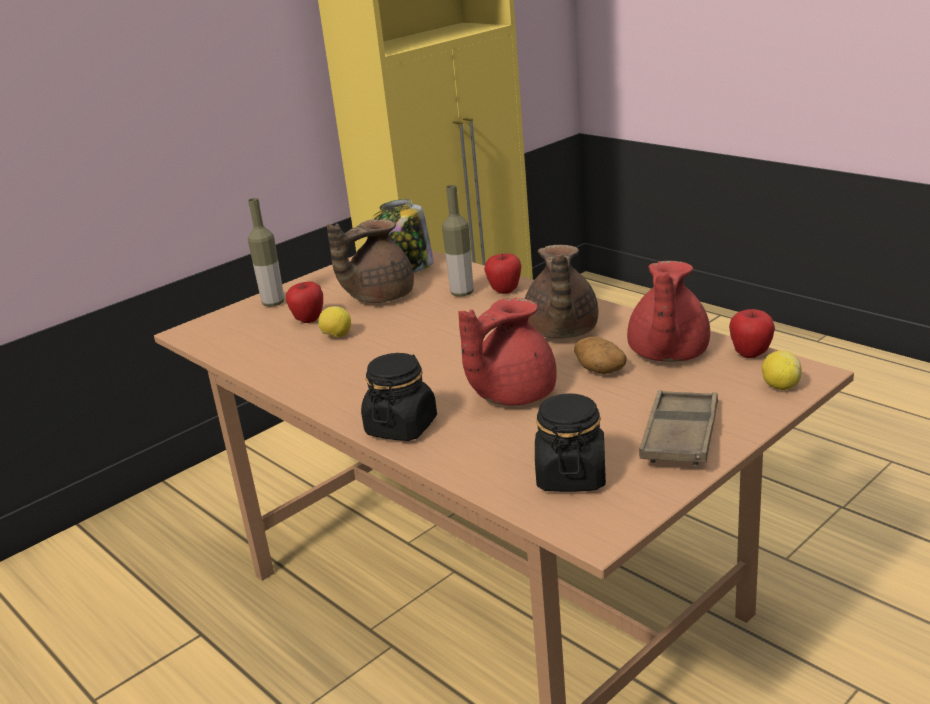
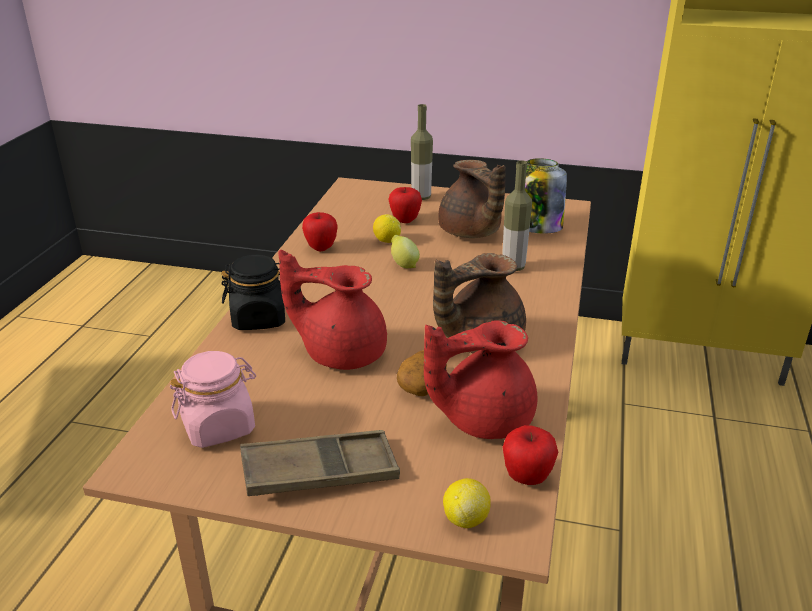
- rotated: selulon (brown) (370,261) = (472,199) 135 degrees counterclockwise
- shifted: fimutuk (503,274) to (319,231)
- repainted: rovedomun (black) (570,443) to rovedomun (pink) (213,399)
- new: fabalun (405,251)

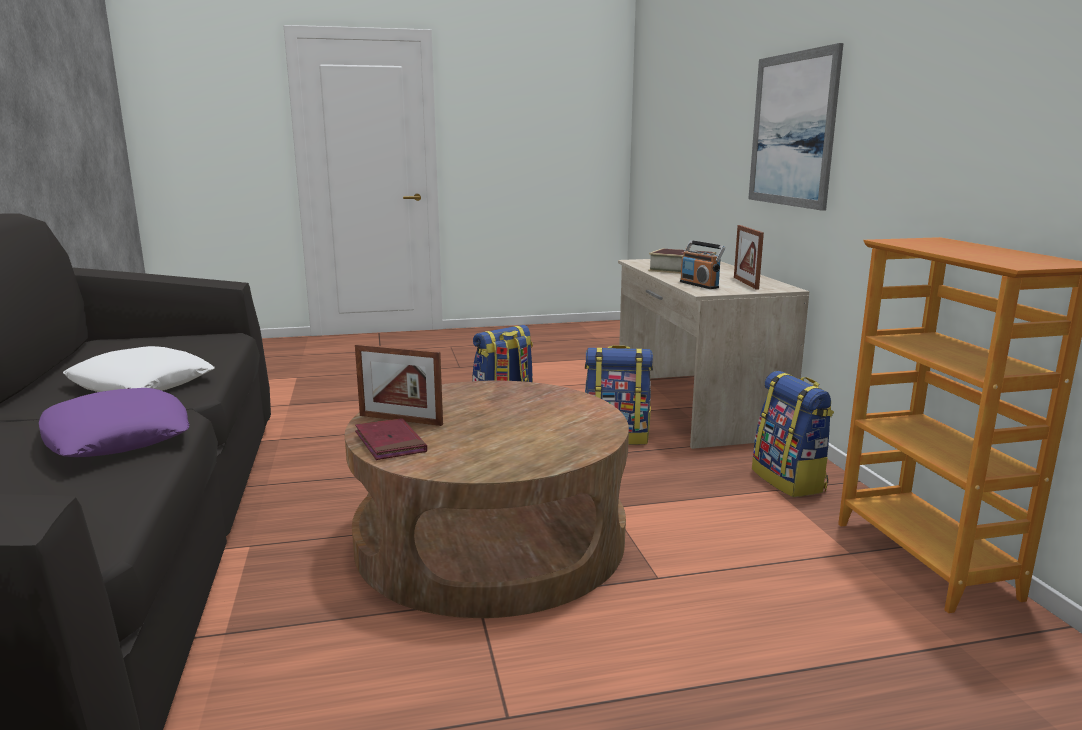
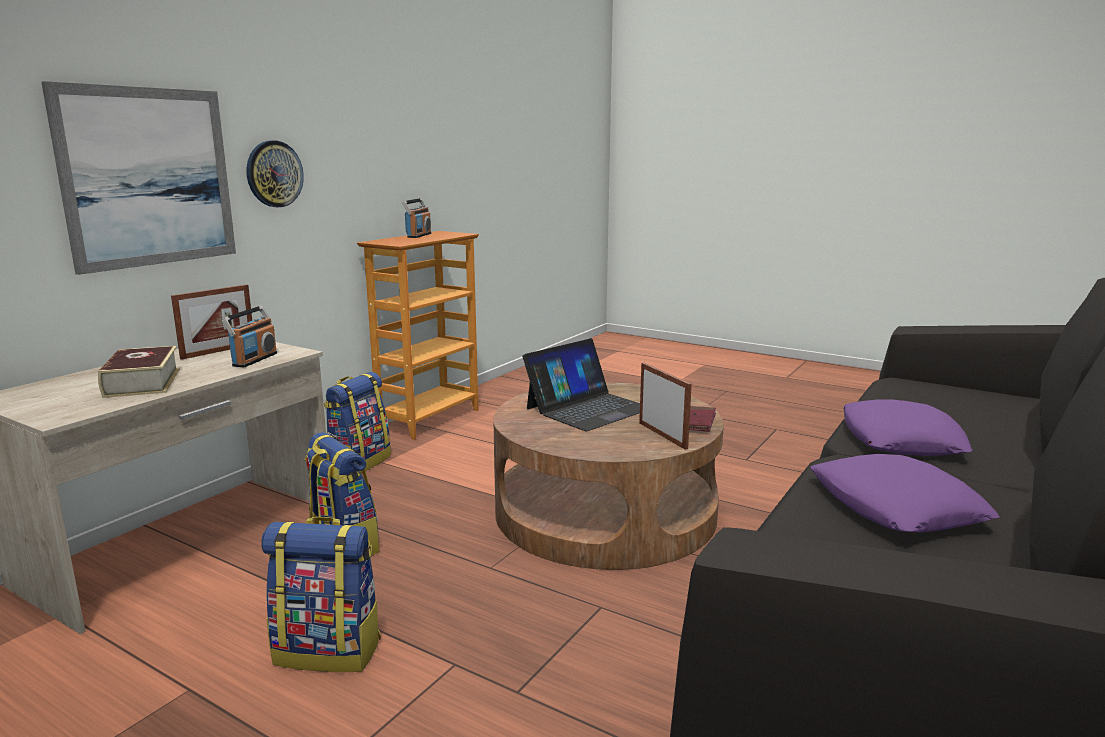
- repainted: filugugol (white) (138,369) to filugugol (purple) (905,493)
- new: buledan (275,174)
- new: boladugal (416,218)
- new: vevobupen (581,384)

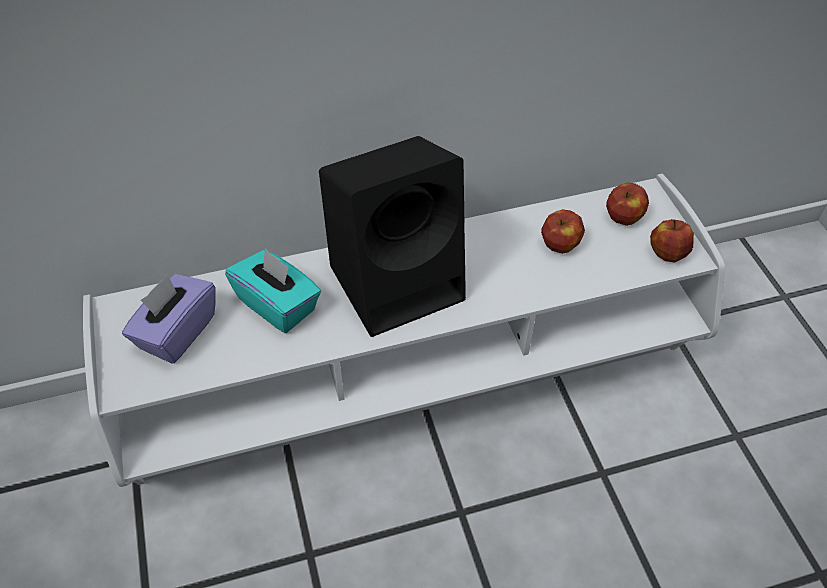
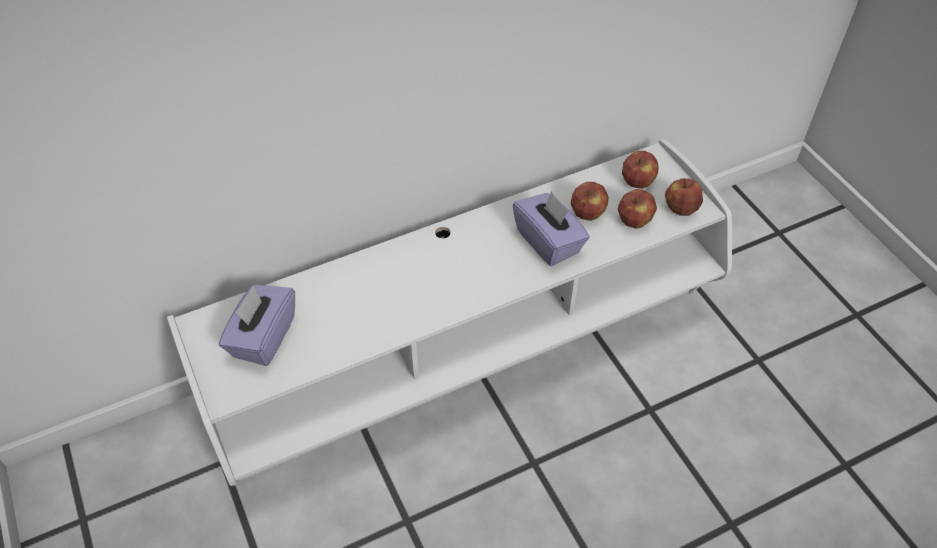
- gone: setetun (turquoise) (273,290)
- gone: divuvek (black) (392,236)
- new: setetun (purple) (551,228)
- new: fimutuk (637,209)

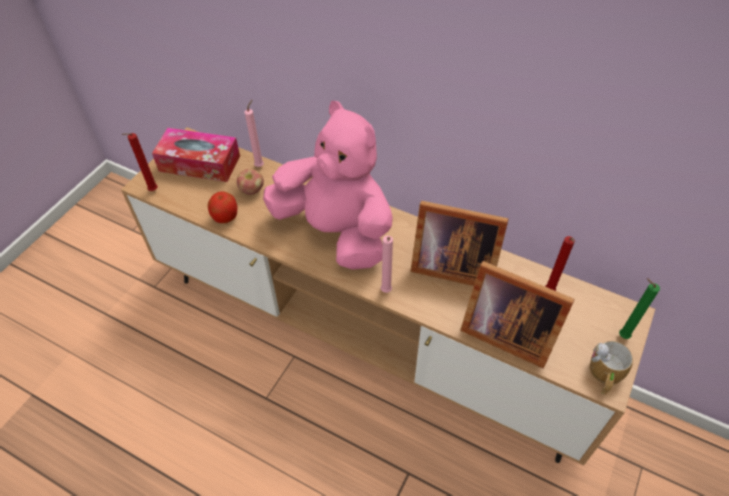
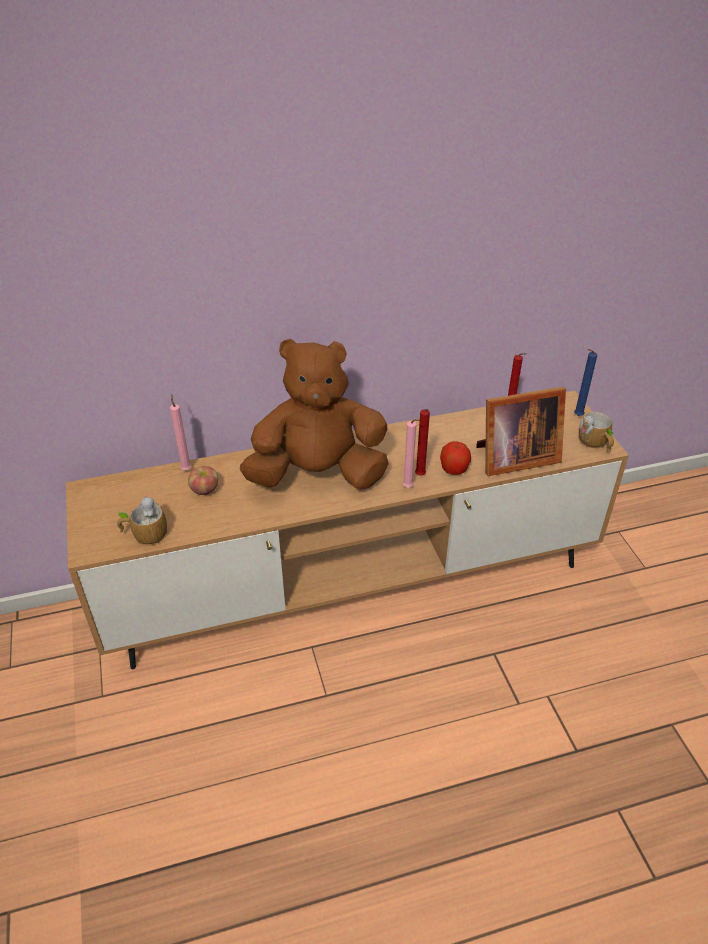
- shifted: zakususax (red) (140,162) to (422,442)
- gone: setetun (196,155)
- shifted: fimutuk (222,207) to (455,458)
- repainted: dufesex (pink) (328,185) to dufesex (brown) (314,414)
- gone: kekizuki (459,243)
- repainted: zakususax (green) (639,308) to zakususax (blue) (585,382)
- new: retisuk (142,520)

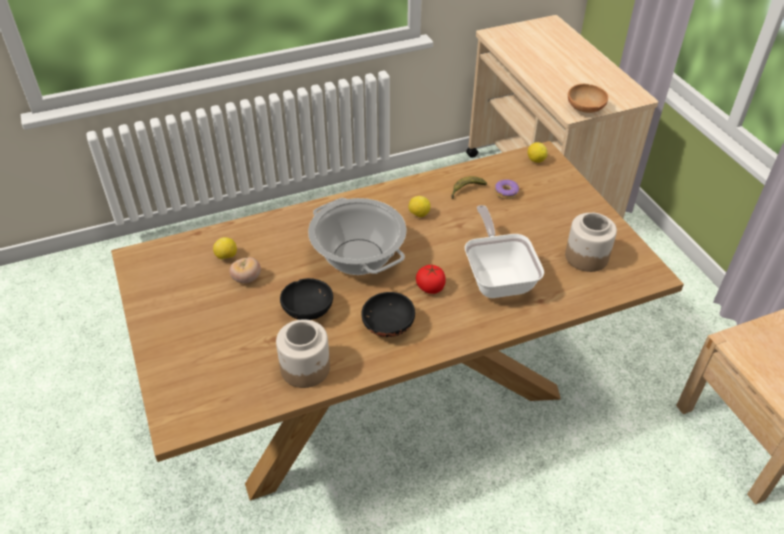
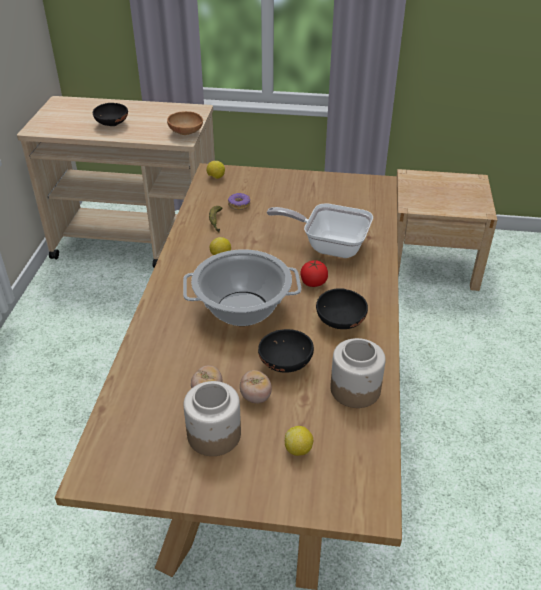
- shifted: fabalun (225,248) to (299,441)
- shifted: rovedomun (591,242) to (212,418)
- new: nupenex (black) (110,114)
- new: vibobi (256,387)

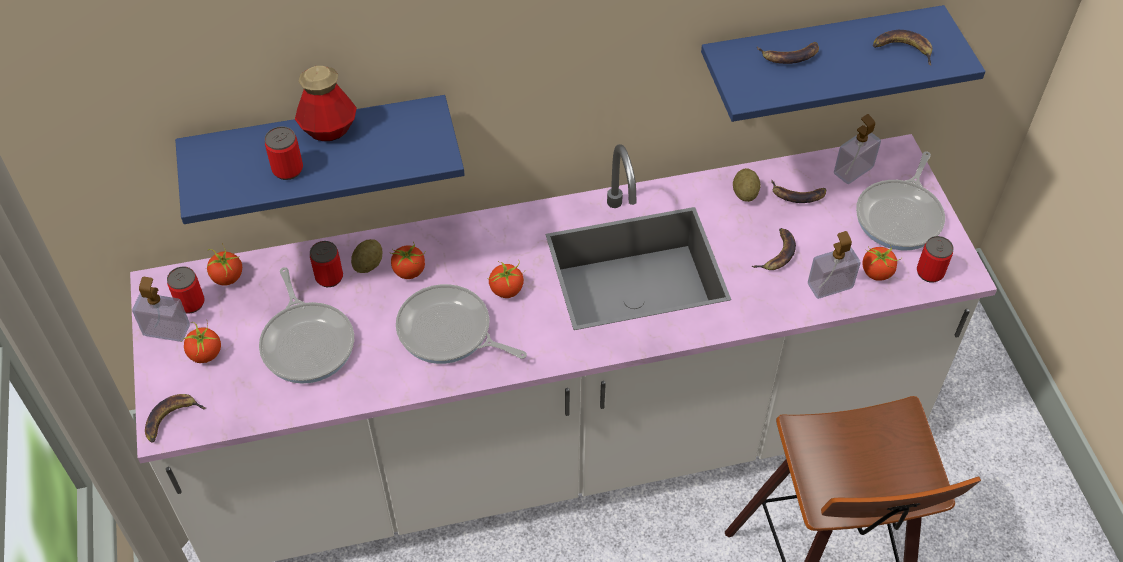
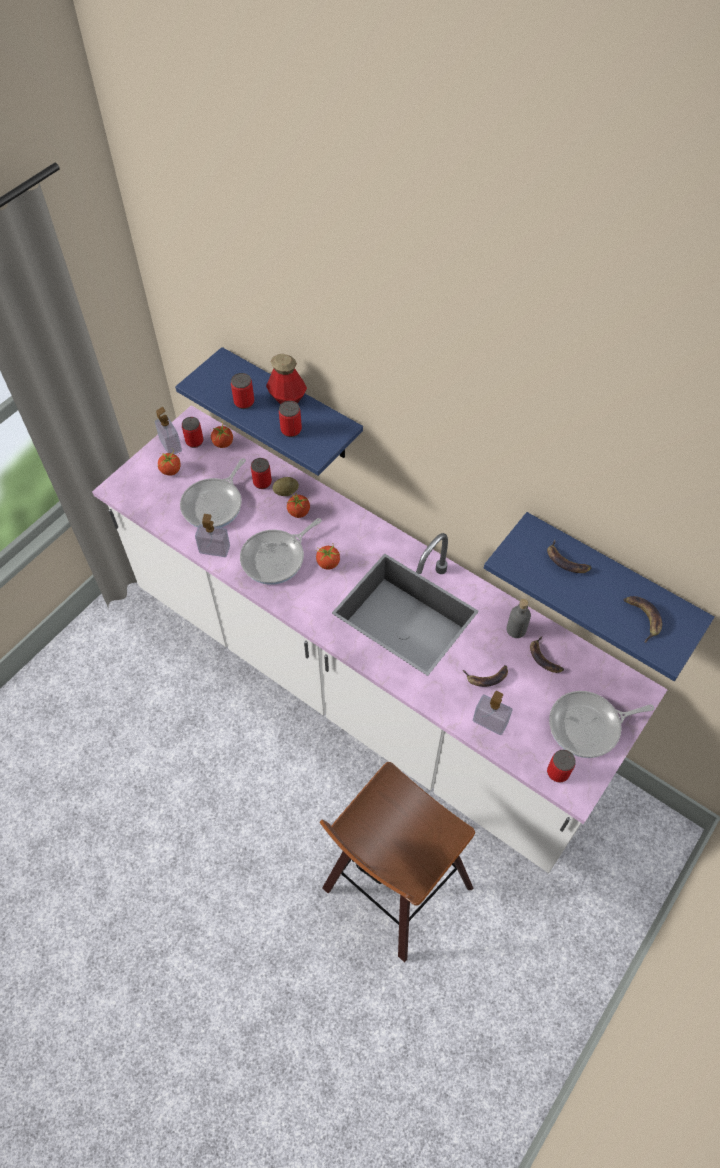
- gone: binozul (175,418)
- rotated: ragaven (461,324) = (281,551) 120 degrees counterclockwise
- swapped: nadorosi (747,185) to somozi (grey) (519,618)
- shifted: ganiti (857,149) to (212,535)
- gone: vibobi (882,263)
- new: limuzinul (290,419)

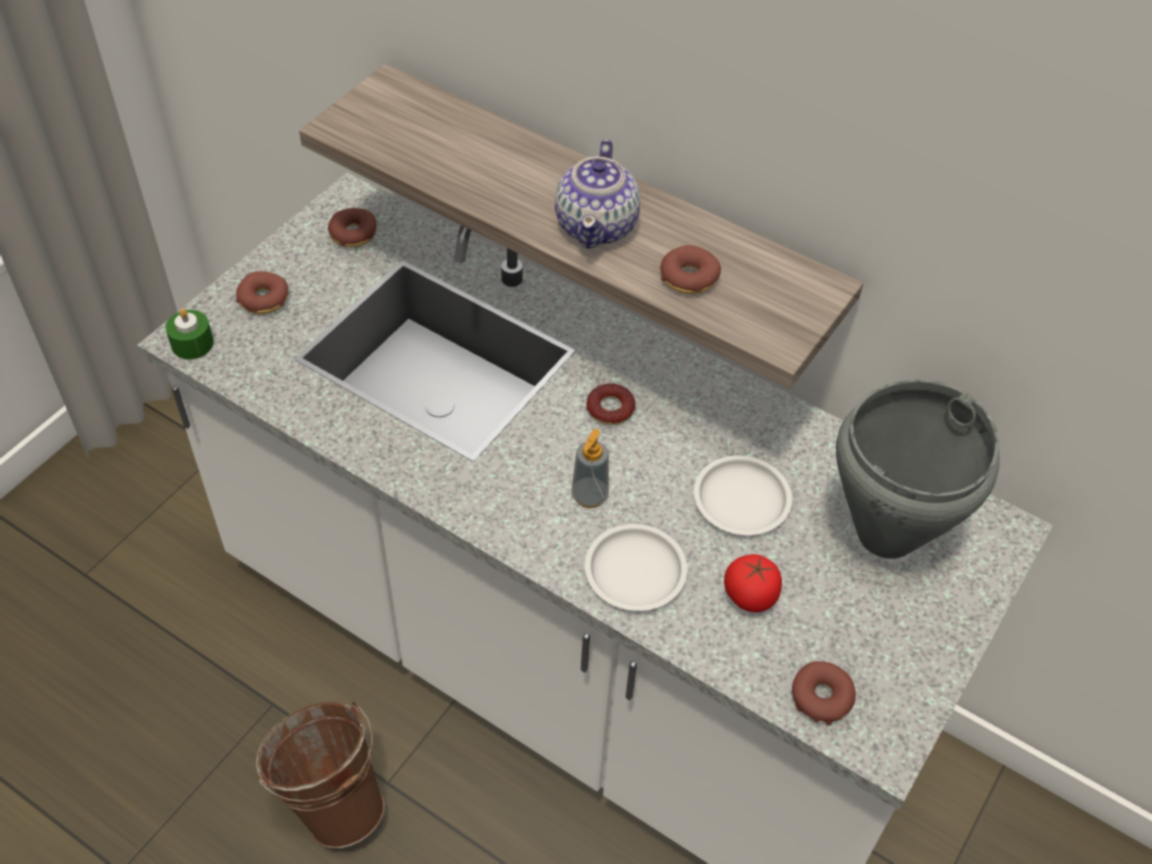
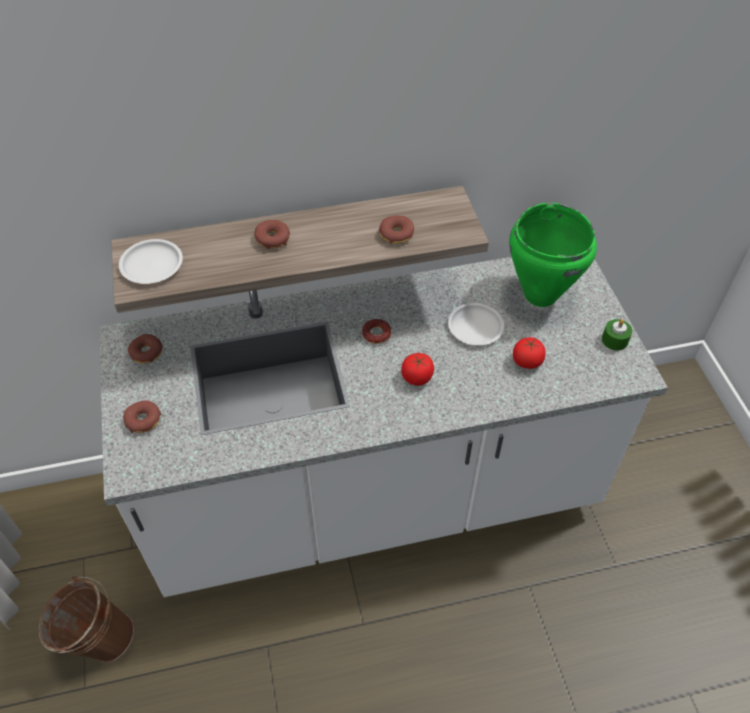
- shifted: zakususax (green) (189,333) to (617,335)
- shifted: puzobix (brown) (320,774) to (86,619)
- gone: selulon (597,194)
- swapped: ganiti (590,468) to vibobi (417,369)
- shifted: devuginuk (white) (636,567) to (151,261)
- shifted: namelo (824,693) to (272,234)
- repainted: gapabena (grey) (918,469) to gapabena (green) (553,255)

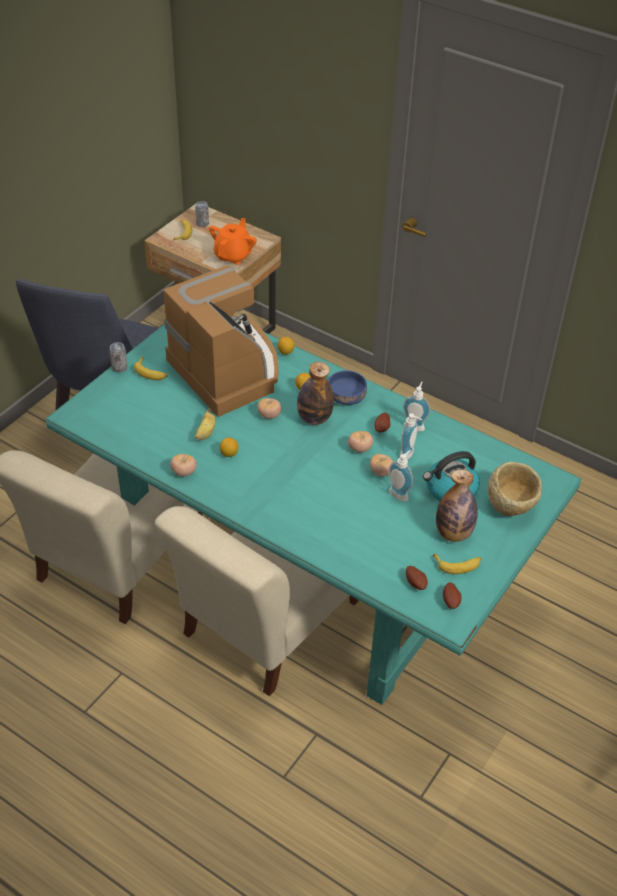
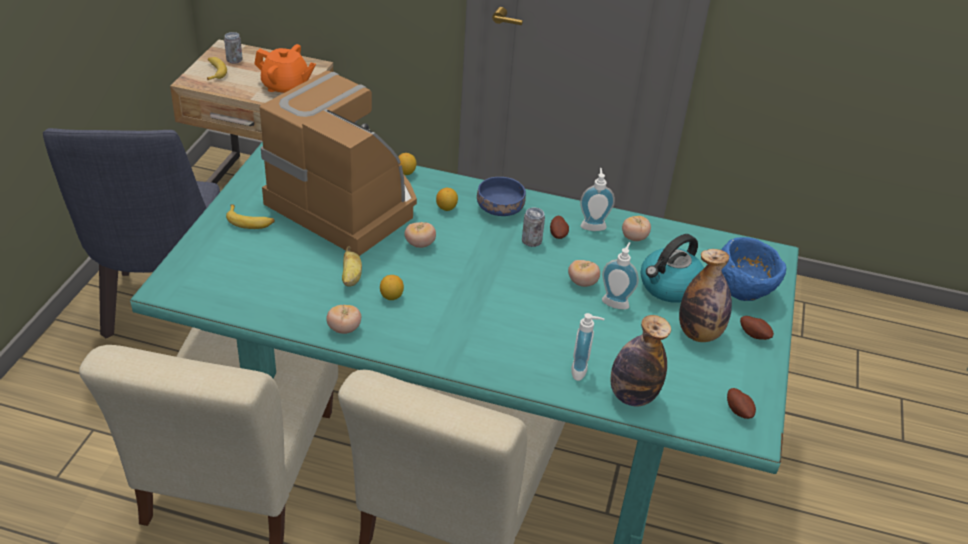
- shifted: limuzinul (118,357) to (533,227)
- rotated: selulon (orange) (233,241) = (285,68) 105 degrees clockwise
- shifted: somozi (315,393) to (640,361)
- shifted: vibobi (360,442) to (636,228)
- shifted: ganiti (411,436) to (587,347)
- shifted: nadorosi (417,578) to (757,328)
- gone: binozul (457,564)
- repainted: nupenex (beige) (515,489) to nupenex (blue) (753,269)

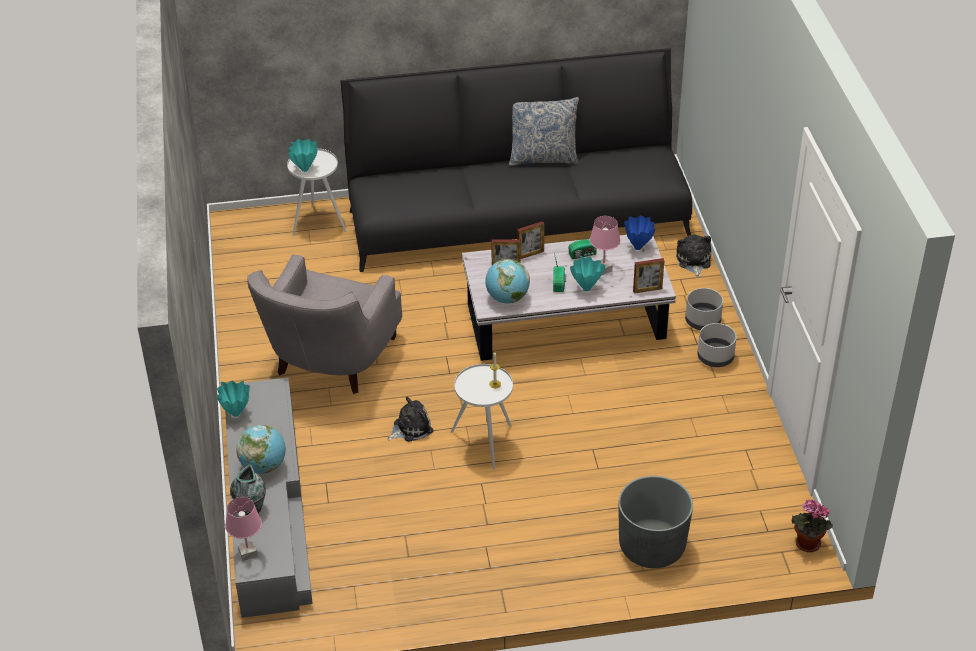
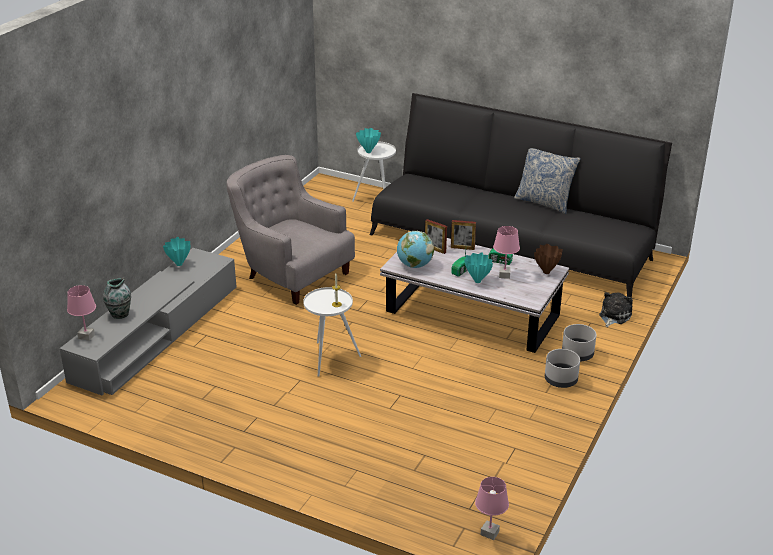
- gone: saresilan (261,449)
- rotated: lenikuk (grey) (324,324) = (291,230) 75 degrees clockwise
- gone: dufesex (410,419)
- gone: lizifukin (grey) (655,522)
- repainted: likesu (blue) (639,232) to likesu (brown) (548,259)
- gone: kekizuki (648,275)
- swapped: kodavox (812,525) to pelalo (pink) (492,508)

